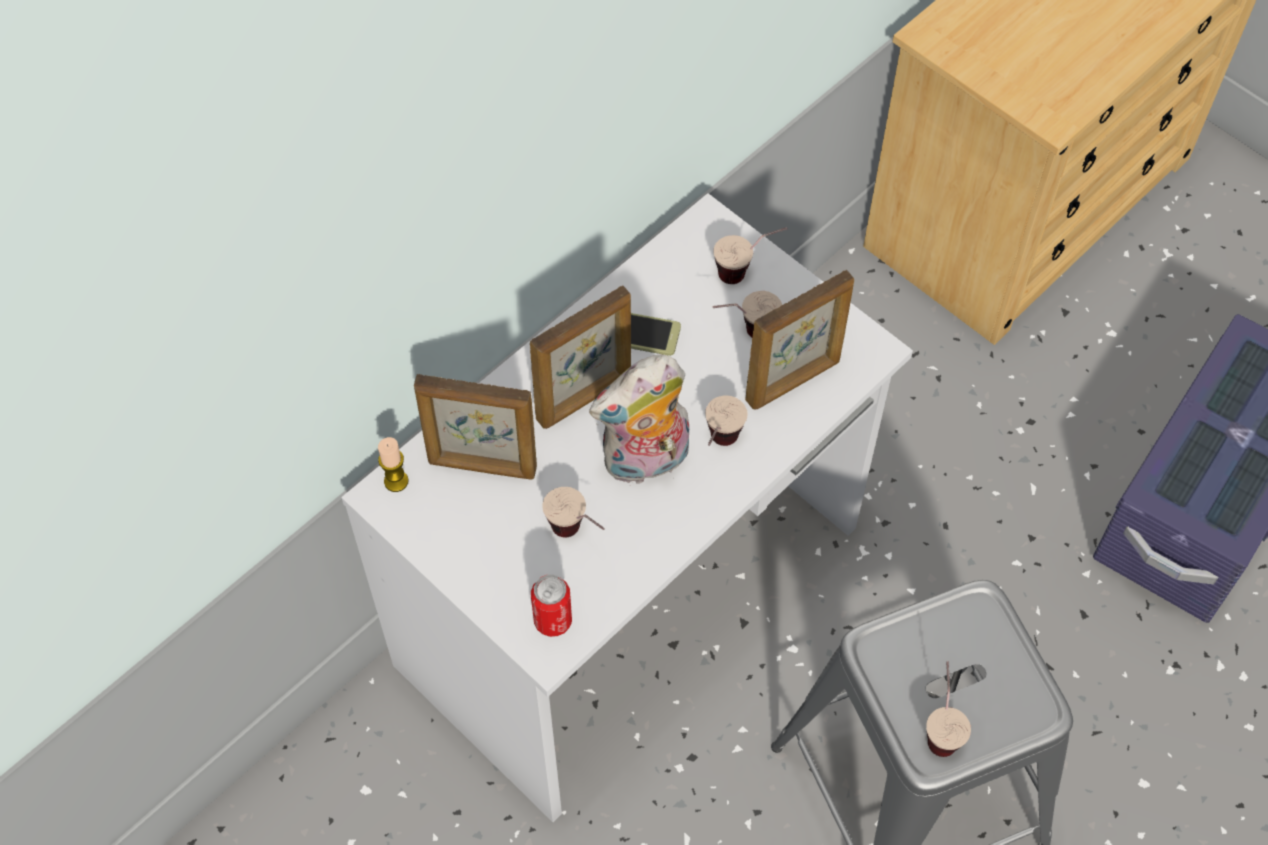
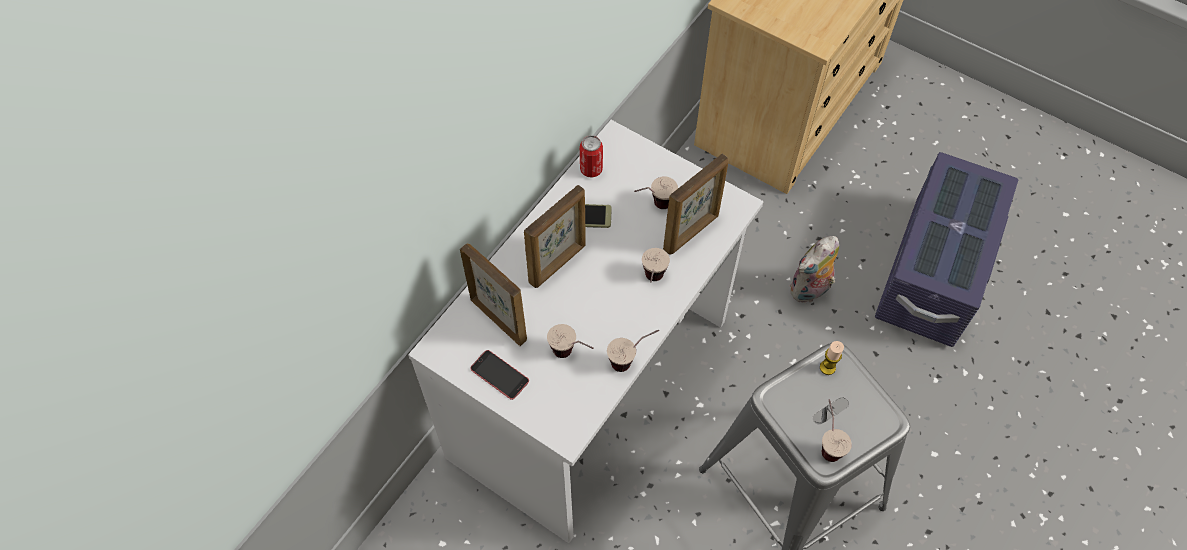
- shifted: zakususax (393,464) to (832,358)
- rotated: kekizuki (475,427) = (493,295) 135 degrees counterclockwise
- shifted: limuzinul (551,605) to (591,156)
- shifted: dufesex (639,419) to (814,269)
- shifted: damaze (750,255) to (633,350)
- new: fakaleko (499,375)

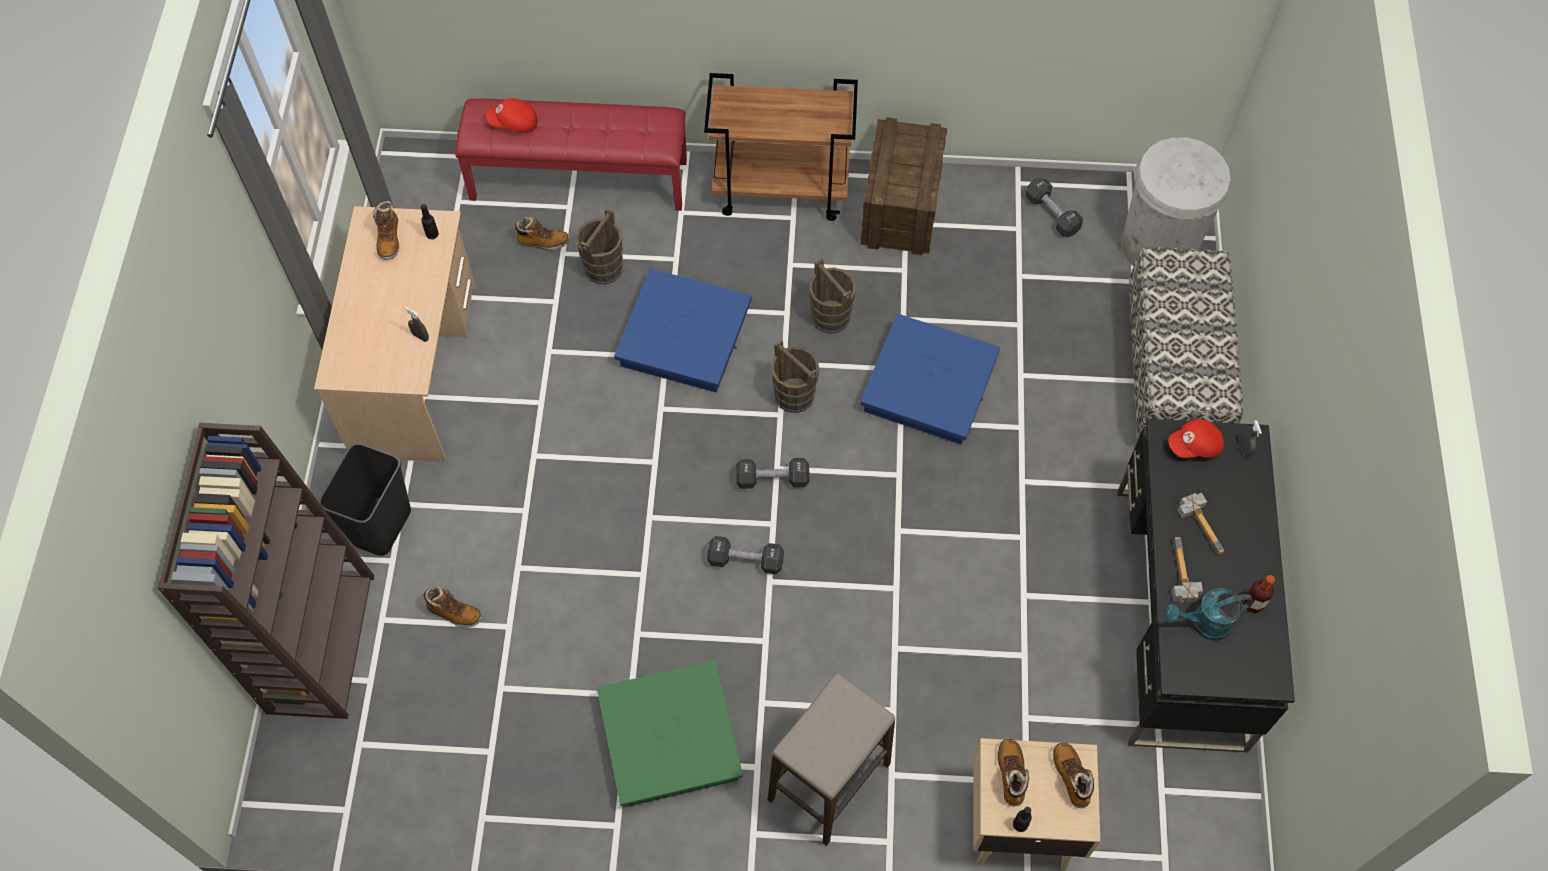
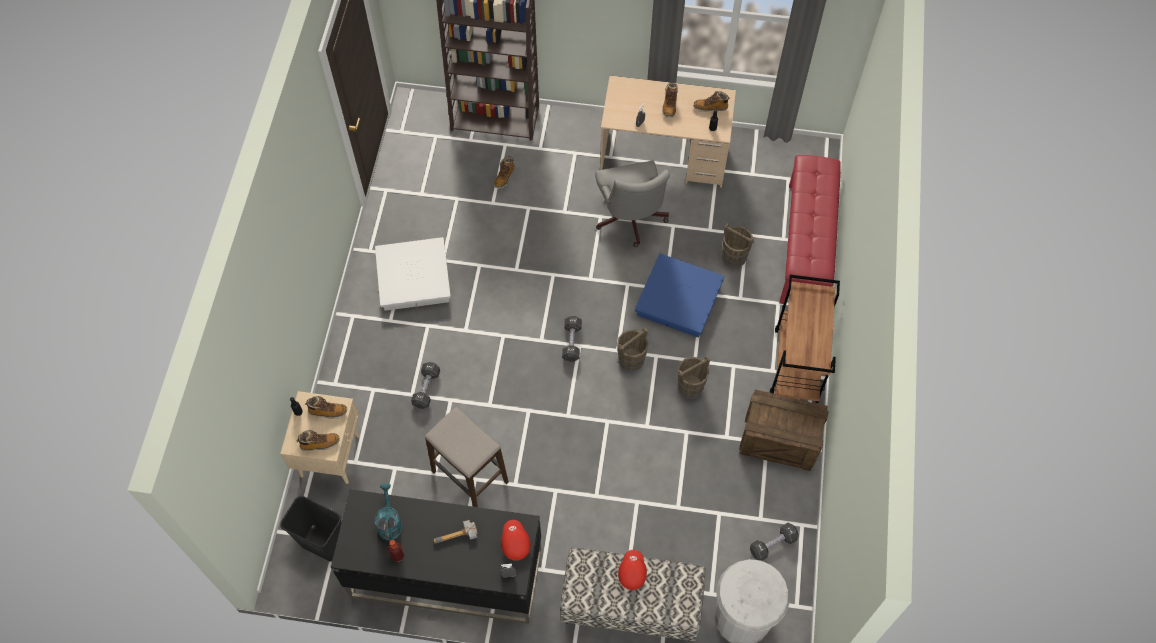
- shifted: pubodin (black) (364,499) to (311,529)
- shifted: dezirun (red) (512,115) to (632,570)
- shifted: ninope (541,233) to (670,100)
- repainted: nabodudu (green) (670,733) to nabodudu (white) (413,274)
- shifted: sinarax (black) (745,555) to (425,385)
- shifted: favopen (831,760) to (467,457)
- gone: nabodudu (blue) (930,379)
- gone: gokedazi (1187,570)
- new: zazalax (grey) (632,203)

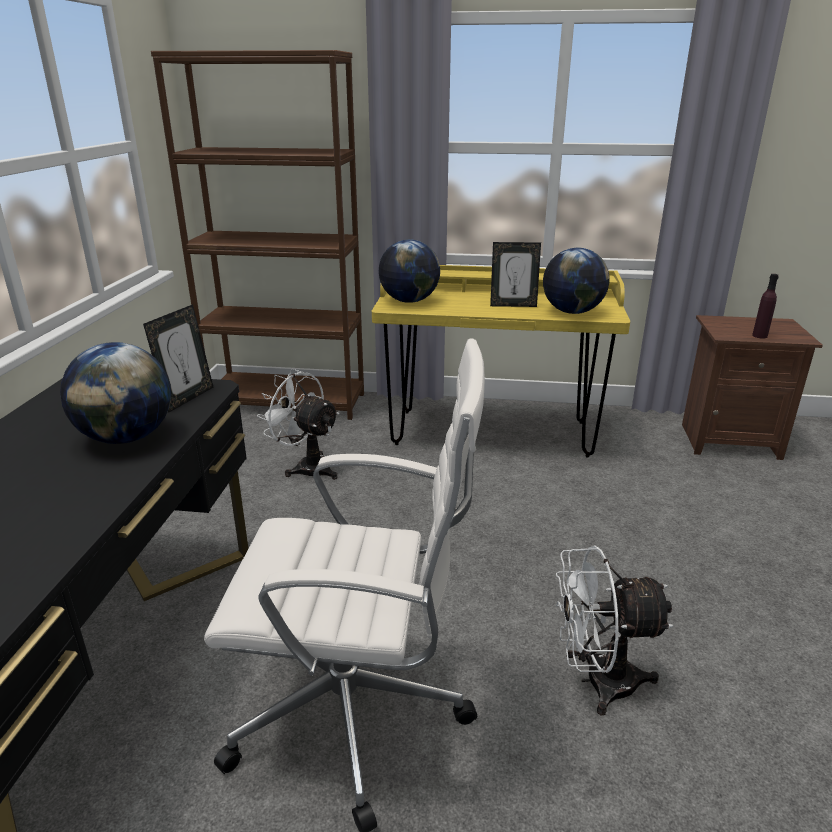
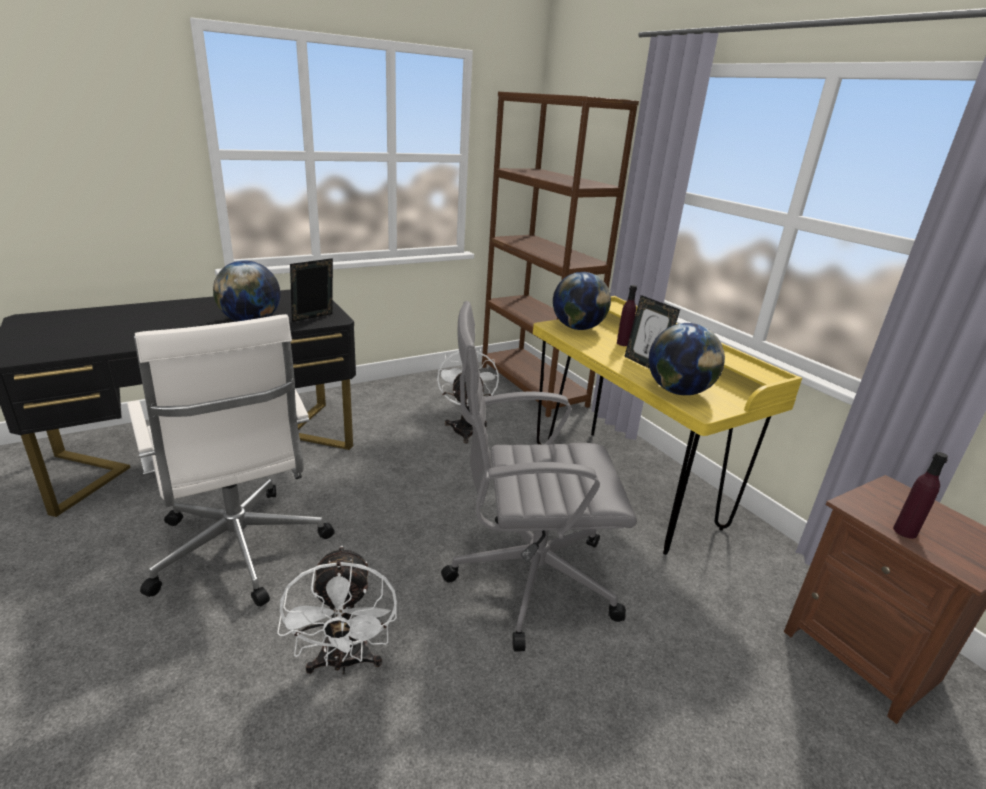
- rotated: kekizuki (178,358) = (311,290) 150 degrees clockwise
- rotated: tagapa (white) (614,630) = (337,610) 150 degrees counterclockwise
- new: zazalax (grey) (539,476)
- new: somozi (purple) (627,315)

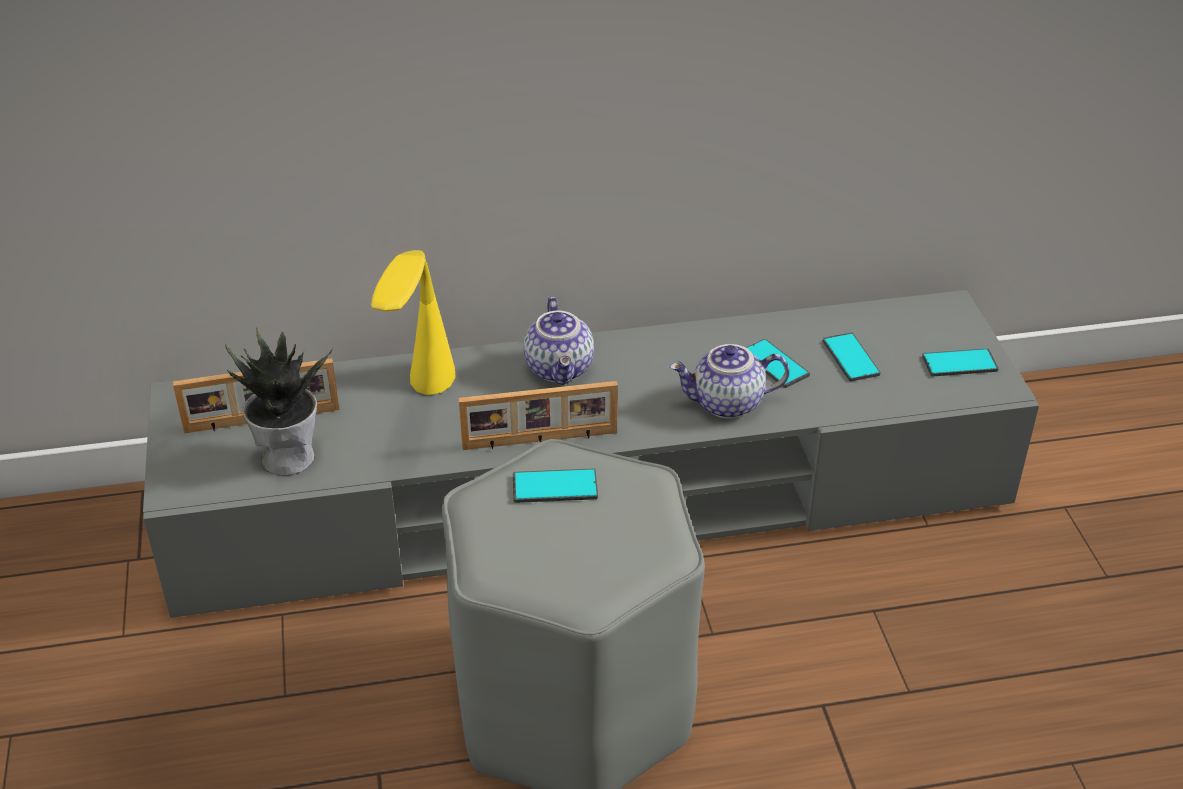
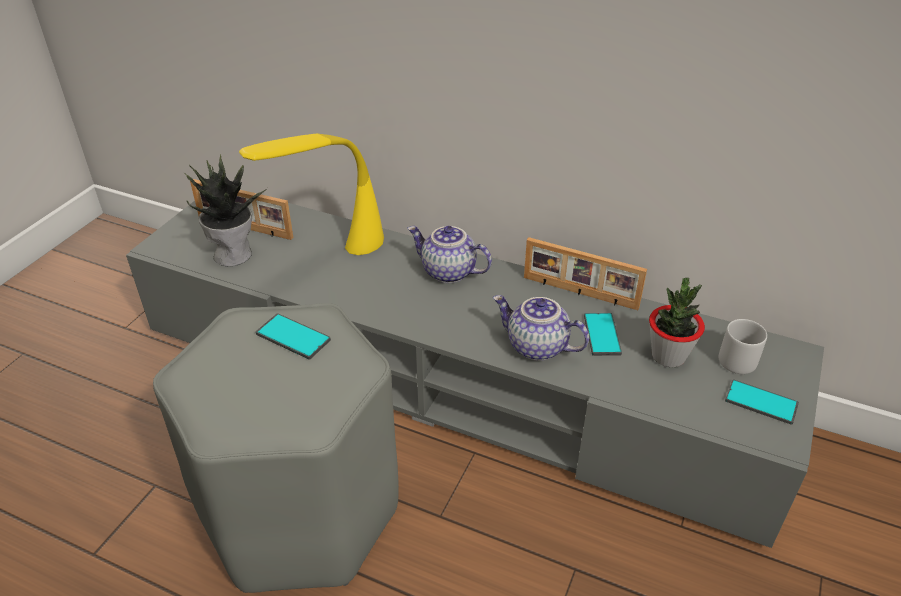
- shifted: kekizuki (538,415) to (585,273)
- rotated: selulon (559,341) = (449,254) 90 degrees clockwise
- swapped: fakaleko (852,357) to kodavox (677,323)
- new: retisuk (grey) (743,346)

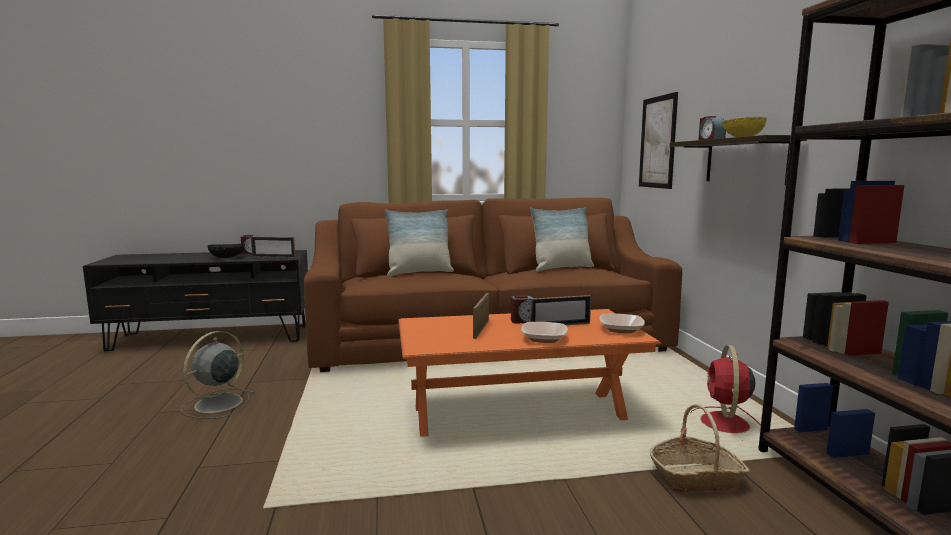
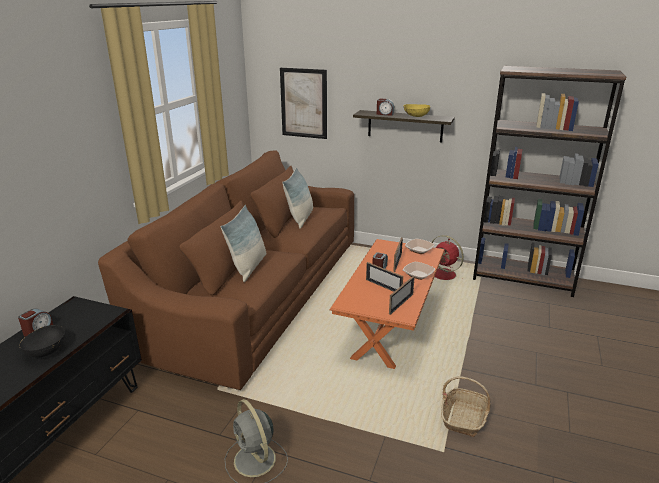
- shifted: kekizuki (273,247) to (402,295)
- shifted: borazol (699,448) to (466,406)

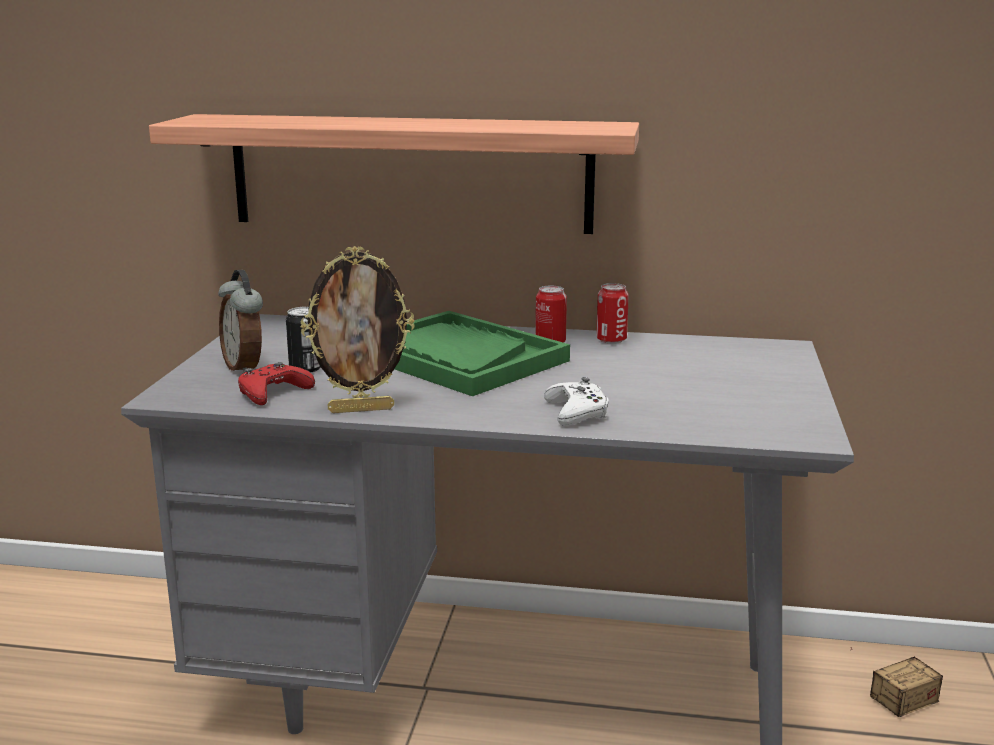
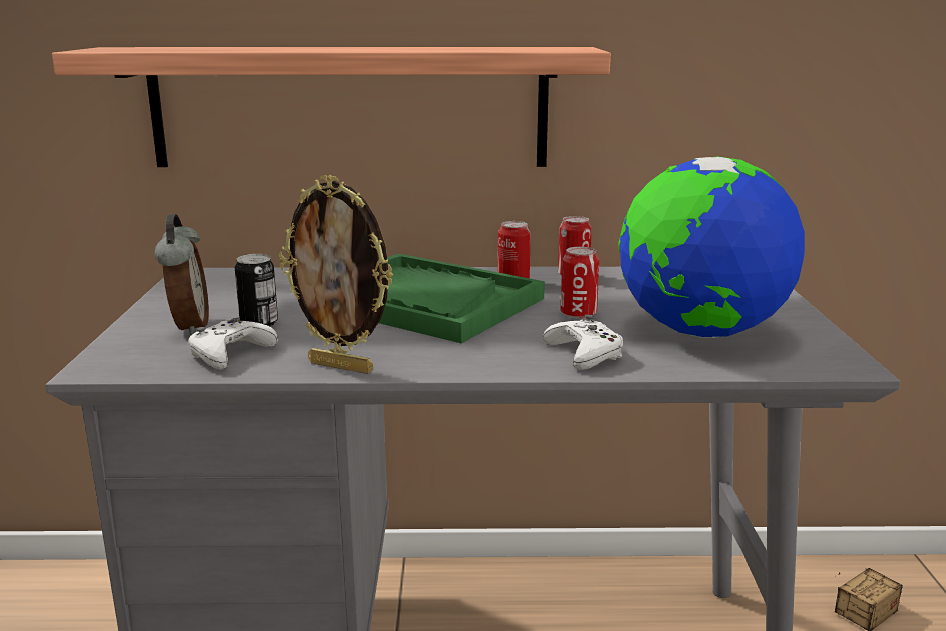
- rotated: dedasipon (240,321) = (181,275) 150 degrees counterclockwise
- repainted: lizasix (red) (276,383) to lizasix (white) (233,344)
- rotated: kekizuki (357,329) = (335,274) 45 degrees clockwise
- new: limuzinul (580,283)
- new: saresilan (712,247)

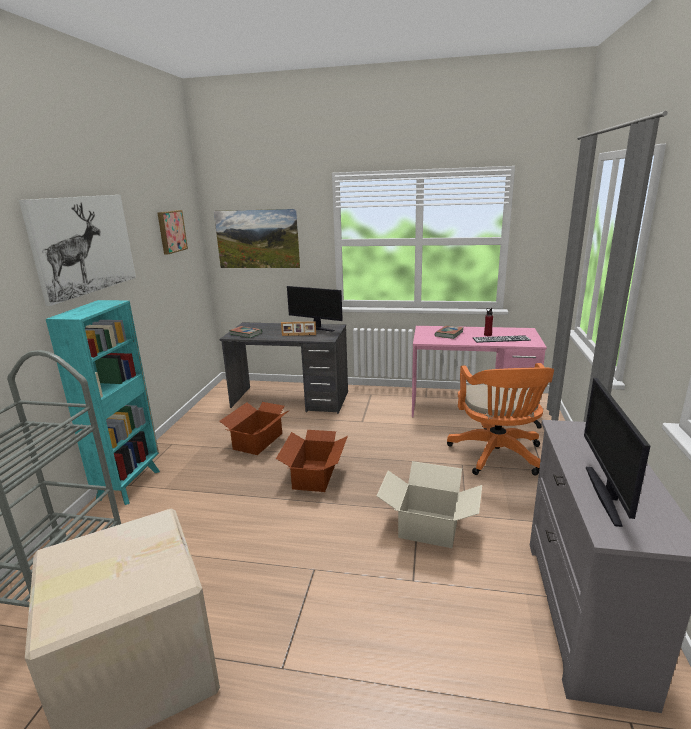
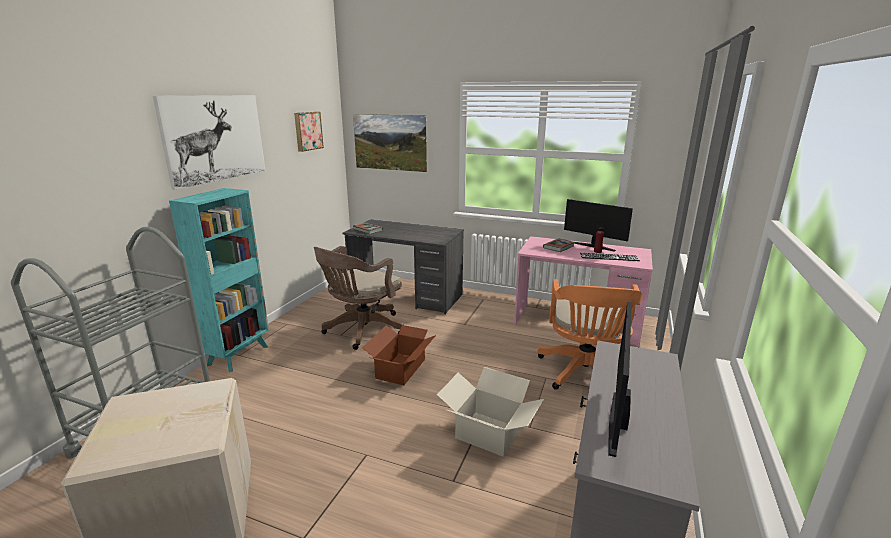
- swapped: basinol (255,428) to zazalax (brown) (359,298)
- gone: kekizuki (298,328)
- shifted: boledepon (315,309) to (598,225)

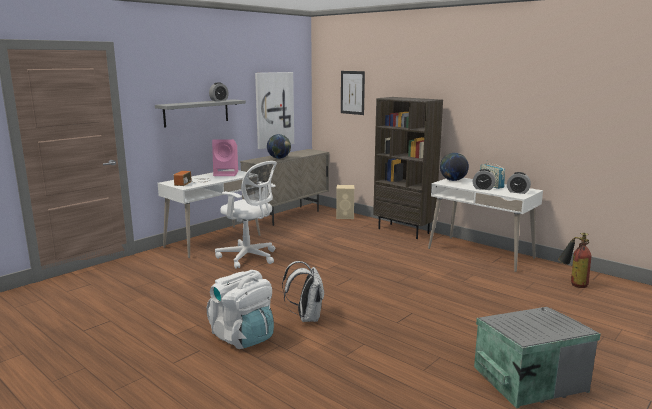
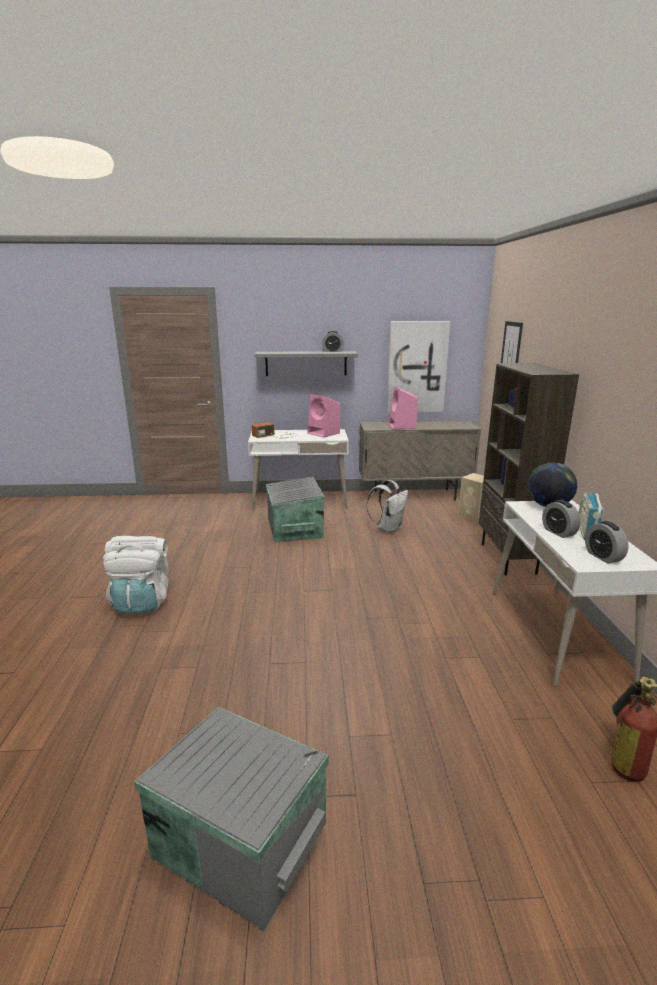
- swapped: zazalax (white) (246,215) to nabodudu (grey) (295,509)
- swapped: saresilan (279,146) to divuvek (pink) (403,407)
- shifted: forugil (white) (303,291) to (387,507)

